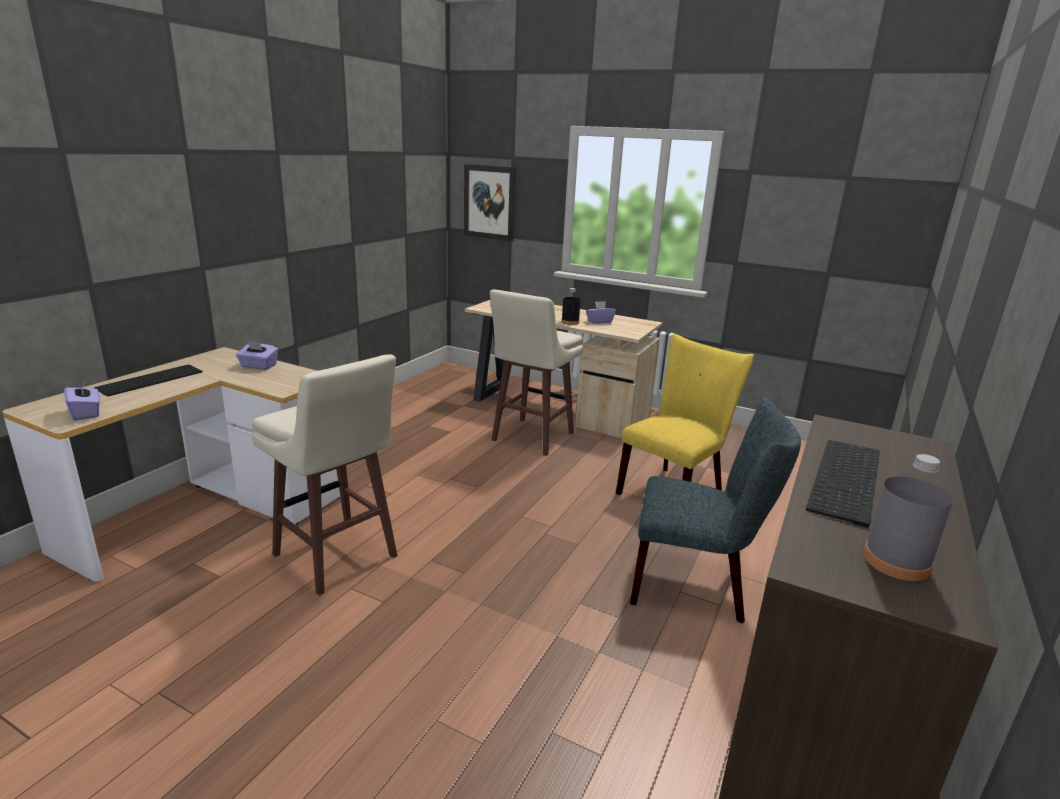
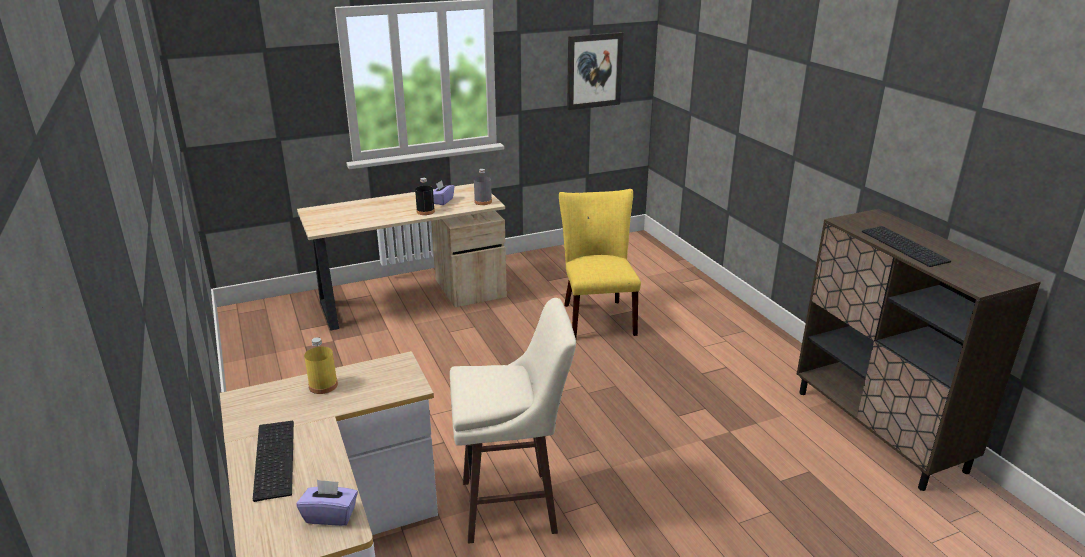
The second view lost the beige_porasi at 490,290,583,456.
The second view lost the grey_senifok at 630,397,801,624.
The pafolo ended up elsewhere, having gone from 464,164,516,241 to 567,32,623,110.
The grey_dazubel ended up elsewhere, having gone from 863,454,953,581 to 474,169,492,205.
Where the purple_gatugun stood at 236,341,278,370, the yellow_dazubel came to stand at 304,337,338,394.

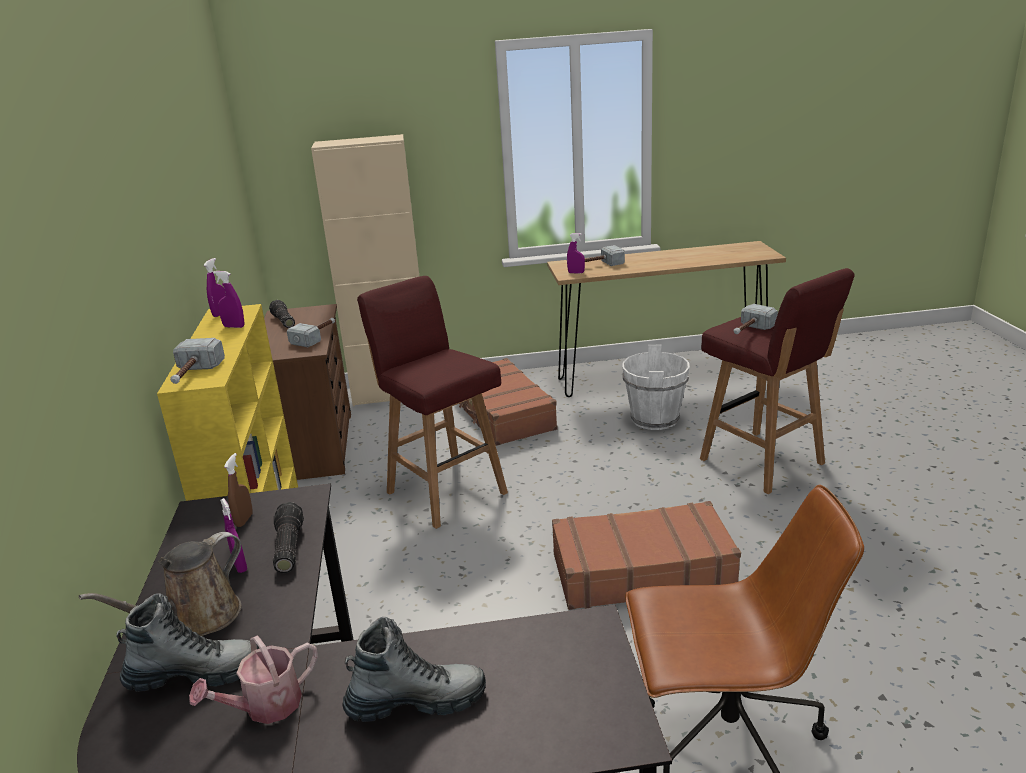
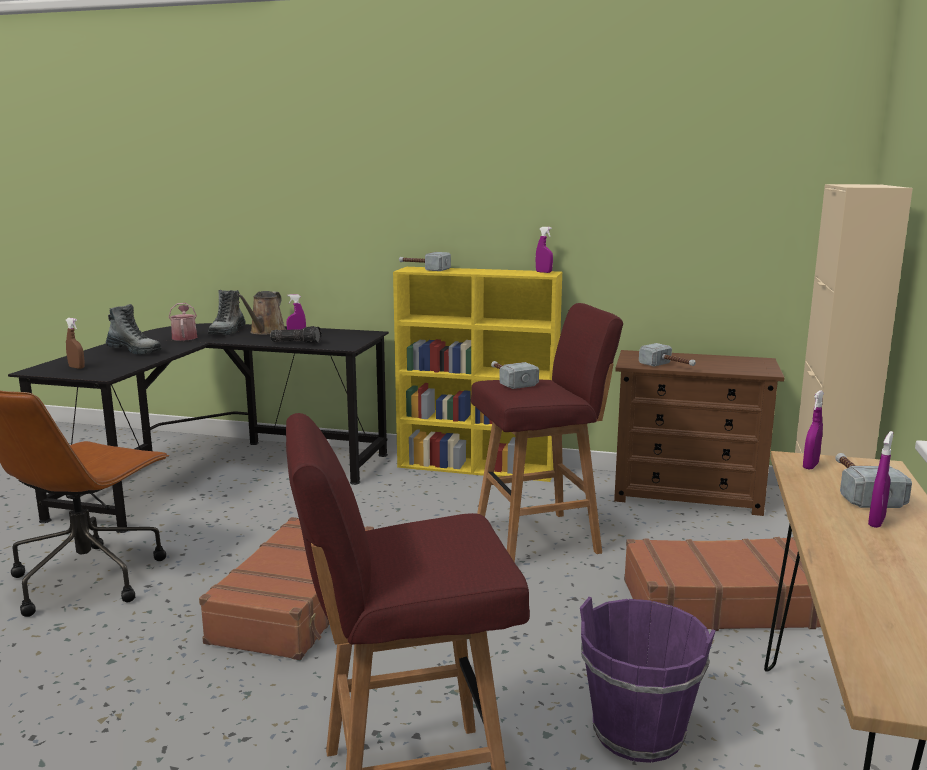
The second view lost the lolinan at 269,300,295,328.
The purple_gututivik ended up elsewhere, having gone from 213,271,245,328 to 868,431,893,528.
The brown_gututivik ended up elsewhere, having gone from 224,453,253,527 to 66,318,85,369.
The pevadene ended up elsewhere, having gone from 734,304,778,334 to 491,361,539,389.
What was the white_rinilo at 622,345,690,430 turned into the purple_rinilo at 580,597,716,763.
The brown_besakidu at 79,532,241,636 ended up facing another way, 135 degrees counterclockwise from before.
The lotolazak at 342,617,486,722 ended up facing another way, 75 degrees counterclockwise from before.

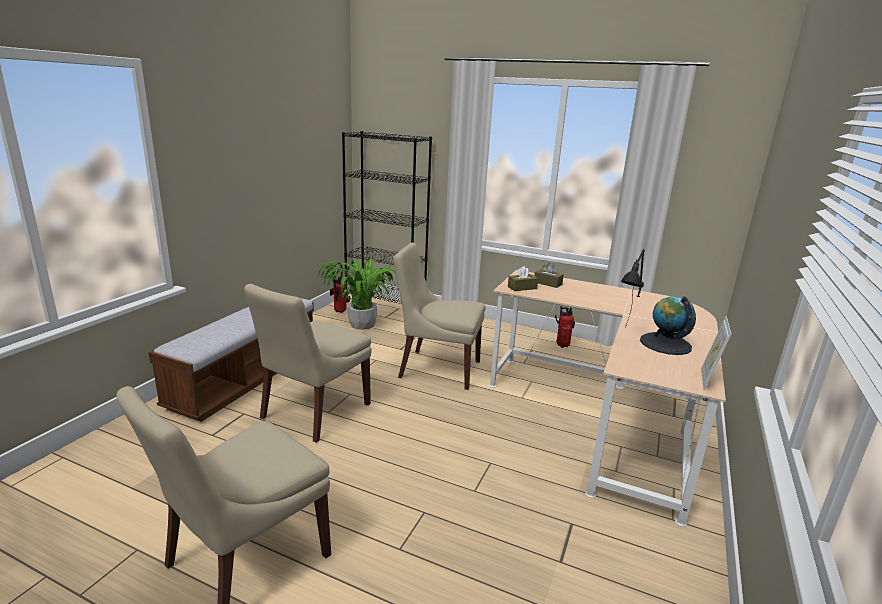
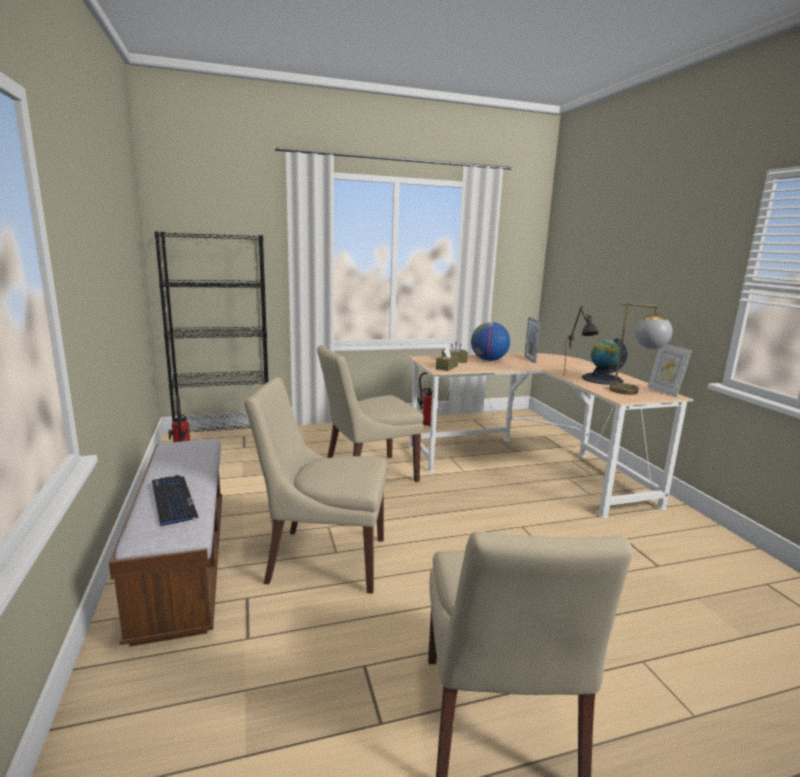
The second view lost the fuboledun at 318,259,396,330.
The second view gained the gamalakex at 152,475,199,527.
The second view gained the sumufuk at 471,322,510,361.
The second view gained the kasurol at 524,317,541,363.
The second view gained the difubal at 609,302,673,395.
The beige_senifok at 244,284,372,443 ended up facing another way, 105 degrees clockwise from before.

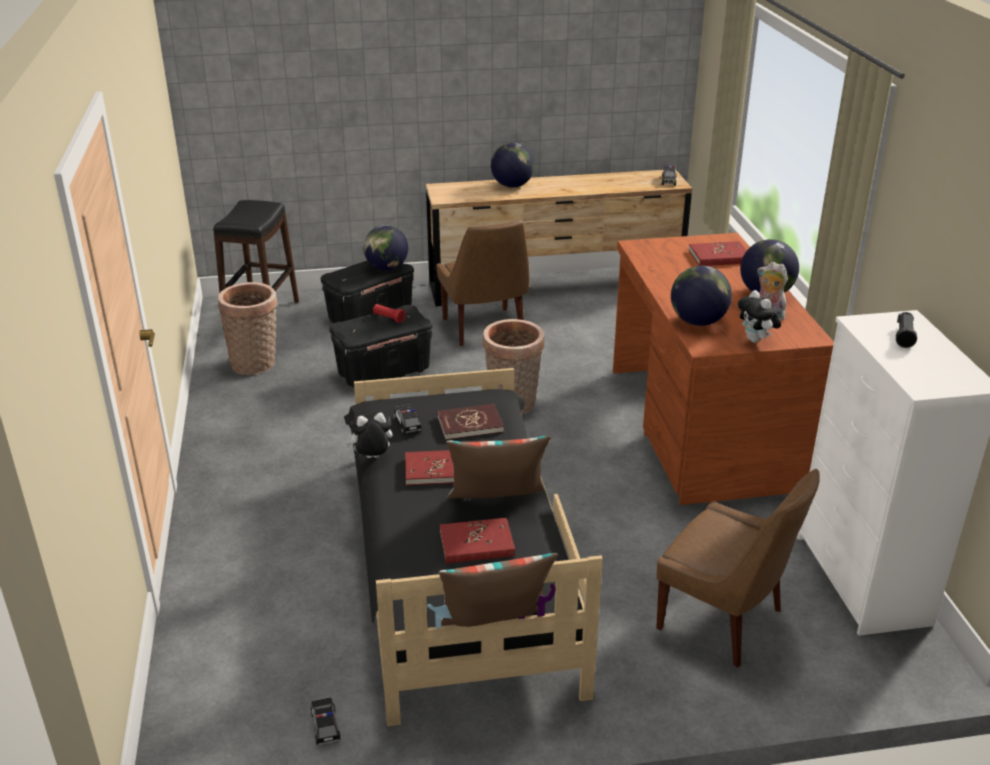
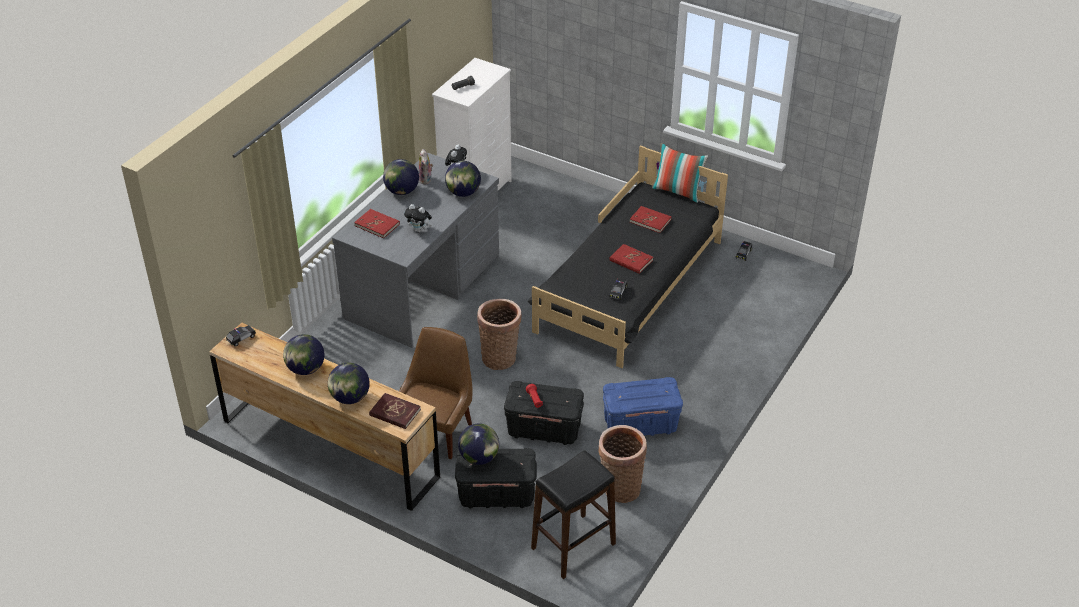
The second view lost the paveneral at 446,436,551,499.
The second view lost the brown_senifok at 656,469,820,668.
The second view gained the sumufuk at 283,334,324,375.
The second view gained the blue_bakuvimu at 603,377,683,436.
The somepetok ended up elsewhere, having gone from 346,413,393,458 to 404,204,432,233.
The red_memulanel ended up elsewhere, having gone from 437,403,504,440 to 369,393,421,429.
What was the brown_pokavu at 613,233,834,505 turned into the grey_pokavu at 332,153,499,348.

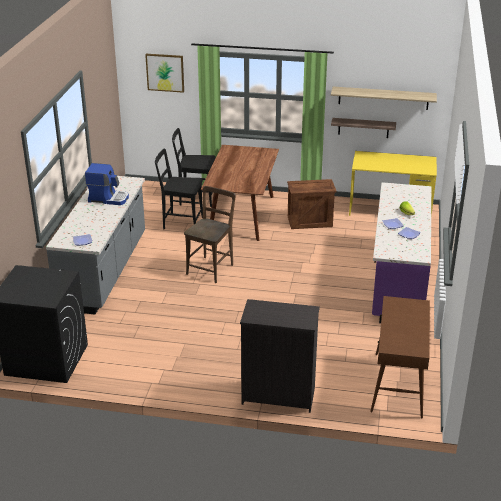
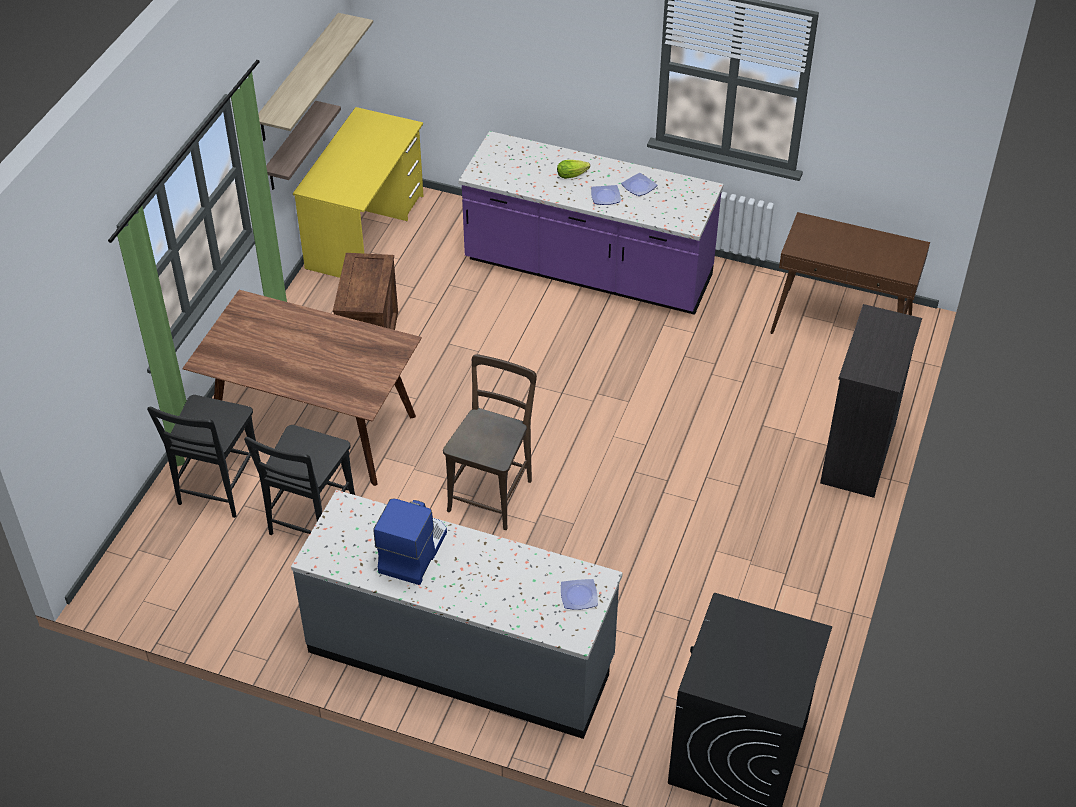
The second view lost the pafolo at 145,54,184,93.
The brown_senifok at 184,186,236,283 ended up facing another way, 75 degrees clockwise from before.

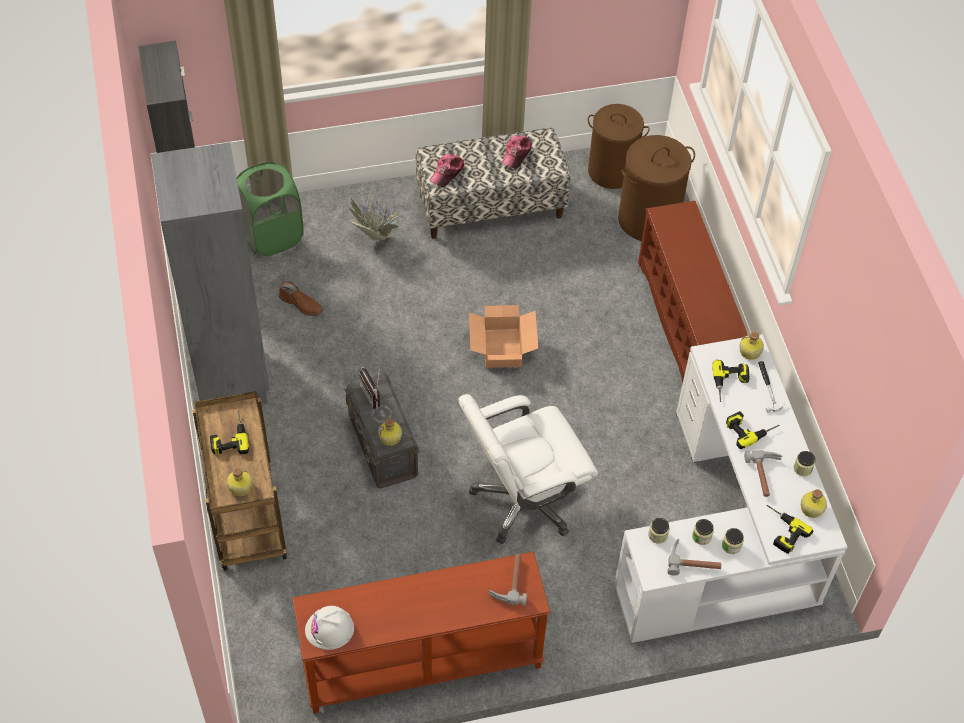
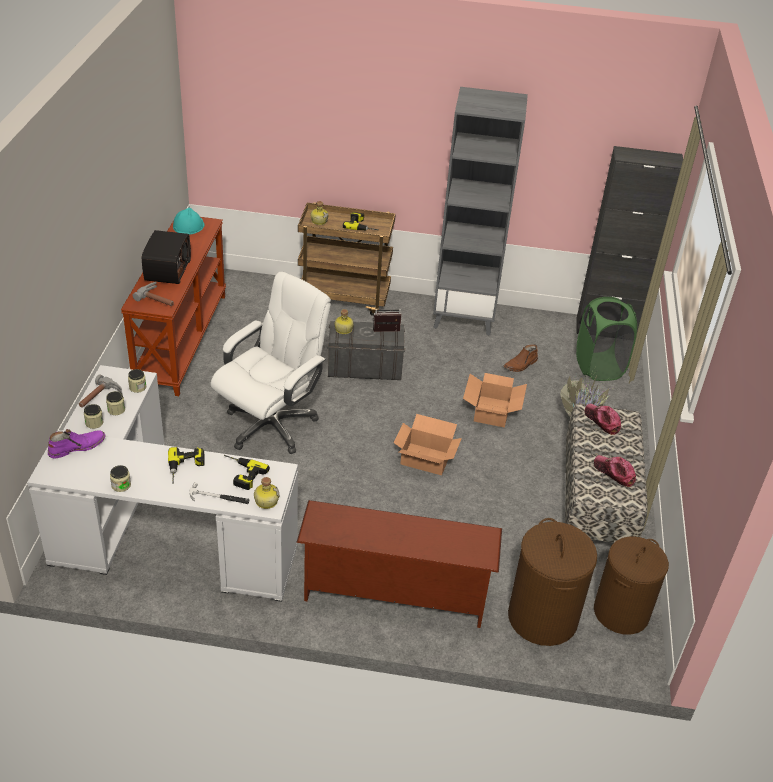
The second view lost the pevadene at 744,450,783,497.
The second view lost the dazubel at 801,489,827,518.
The second view gained the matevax at 141,230,191,284.
The second view gained the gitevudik at 463,373,527,428.
Where the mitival stood at 767,505,813,554, the purple_lotolazak came to stand at 48,429,106,458.
What was the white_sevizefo at 305,606,354,650 turned into the turquoise_sevizefo at 173,208,204,235.
The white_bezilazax at 458,394,598,544 ended up facing another way, 45 degrees clockwise from before.

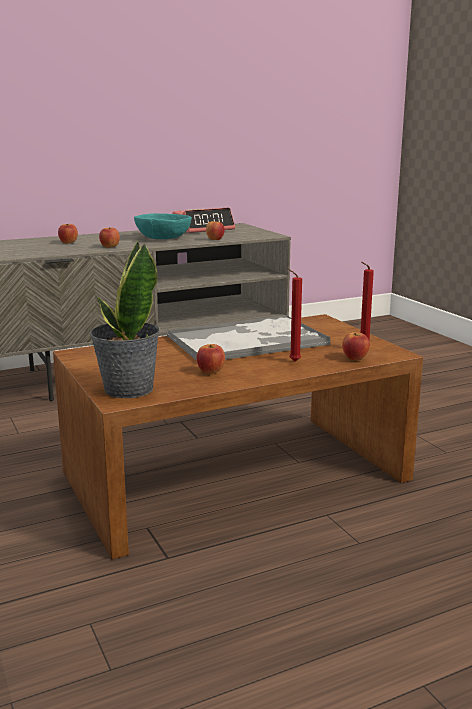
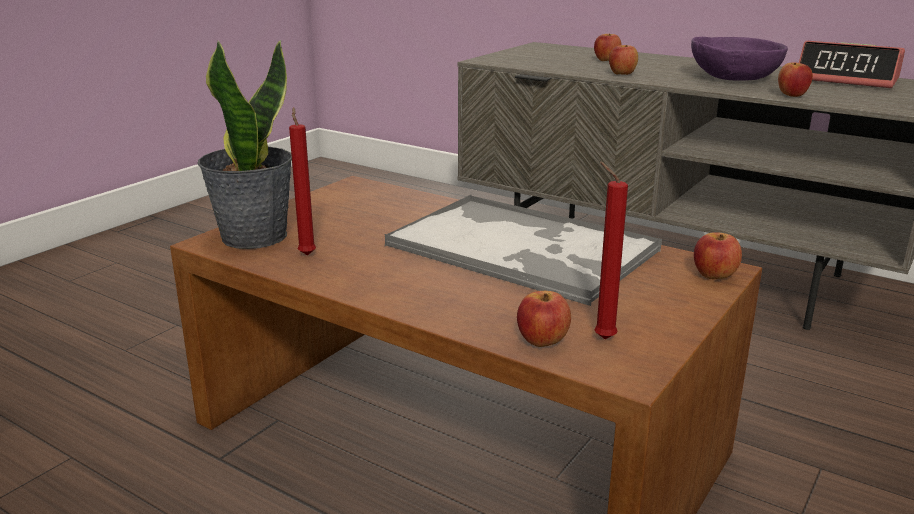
The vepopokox ended up elsewhere, having gone from 197,344,225,374 to 694,232,742,279.
The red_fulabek ended up elsewhere, having gone from 287,268,302,361 to 289,107,316,255.
What was the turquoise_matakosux at 134,213,192,239 turned into the purple_matakosux at 691,37,788,81.

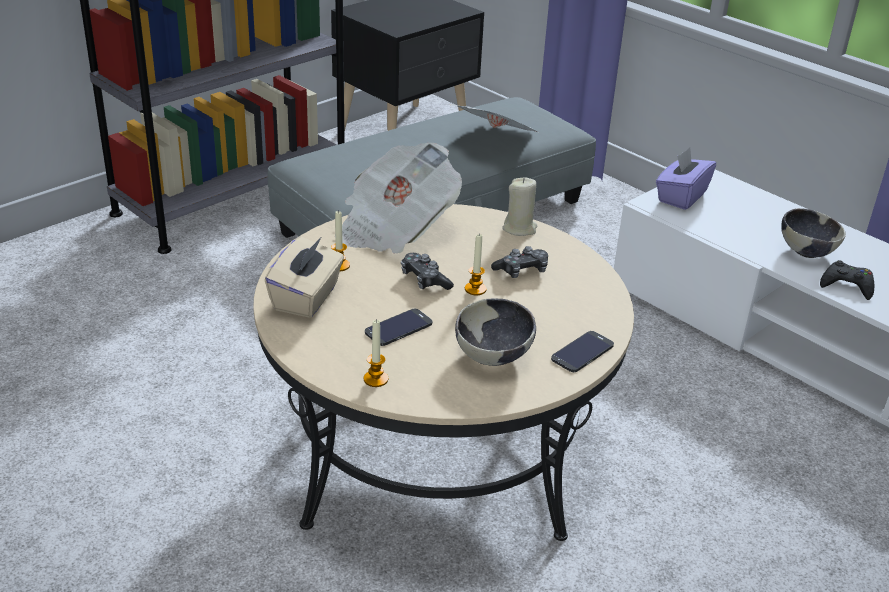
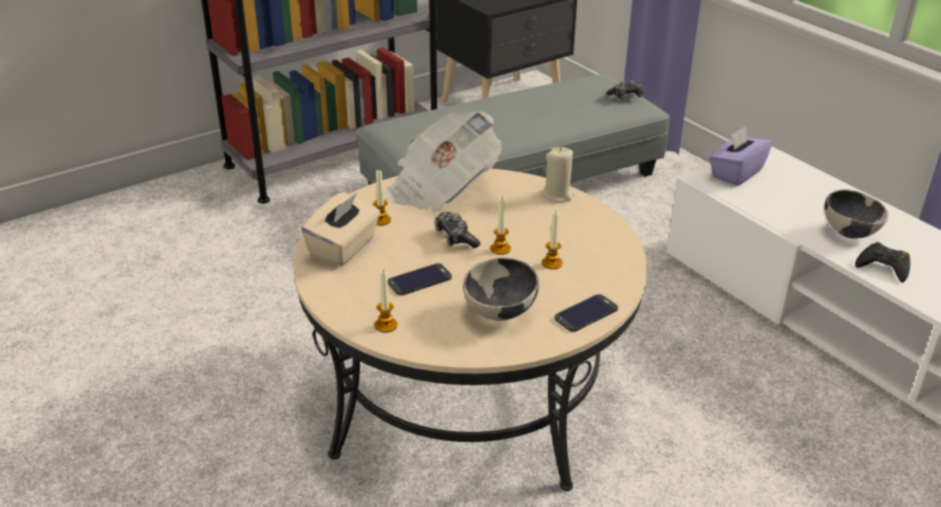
The second view lost the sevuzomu at 449,104,537,132.
The second view gained the fulabek at 542,211,563,269.
The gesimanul ended up elsewhere, having gone from 491,246,548,278 to 607,80,644,99.

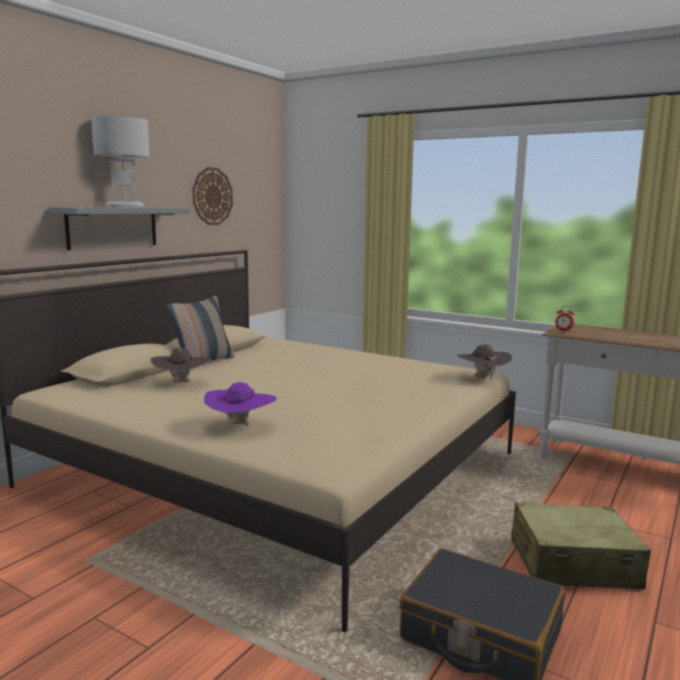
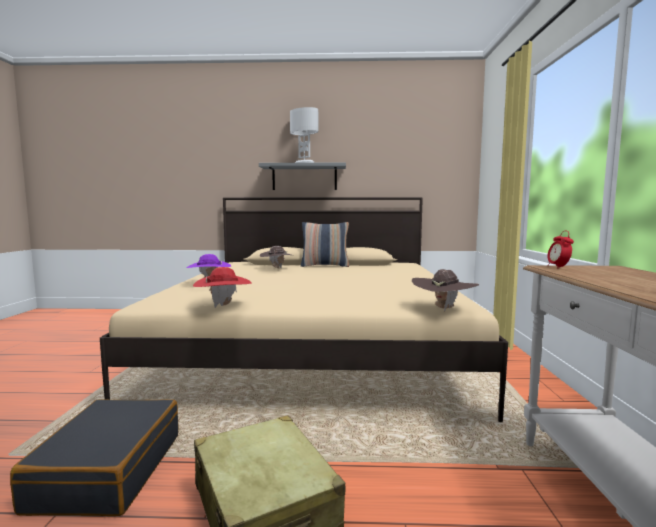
The second view lost the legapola at 192,167,233,225.
The second view gained the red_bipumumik at 193,267,252,308.

